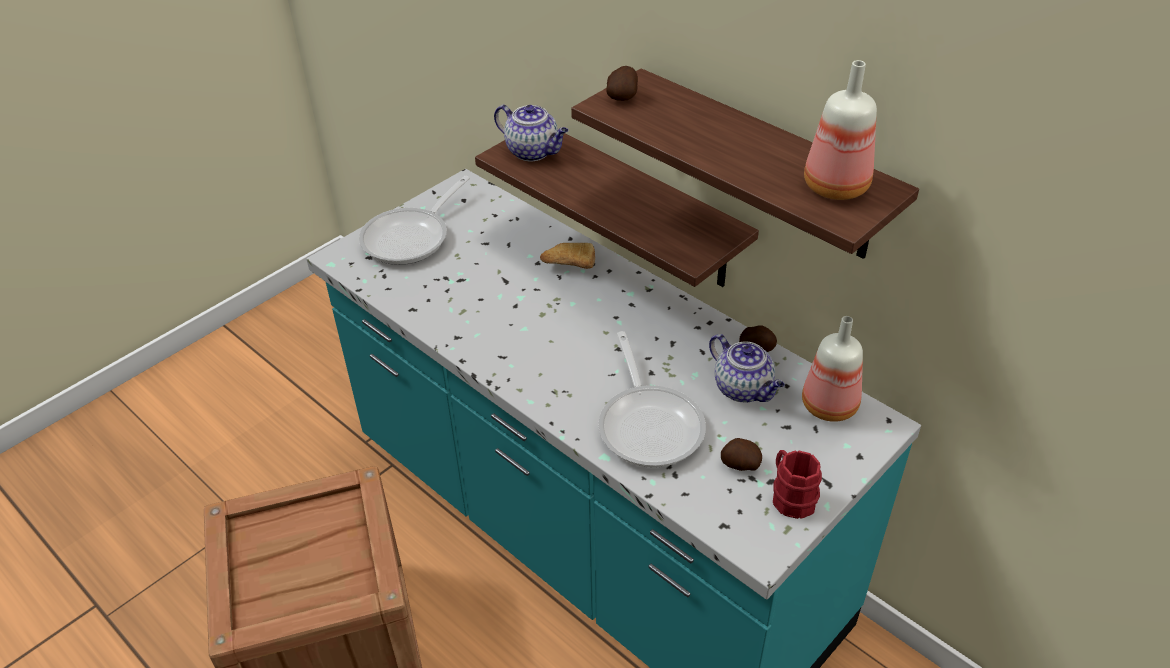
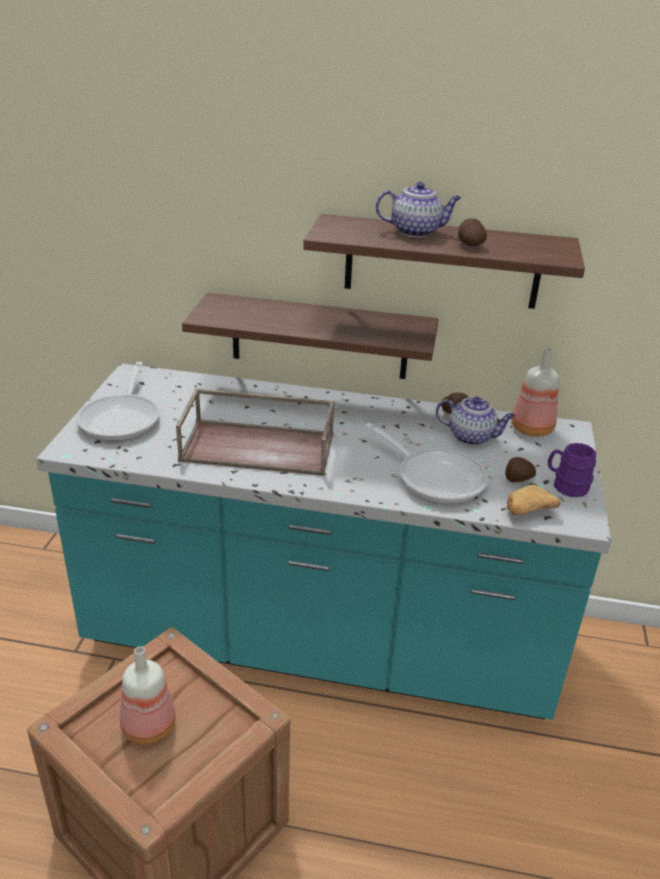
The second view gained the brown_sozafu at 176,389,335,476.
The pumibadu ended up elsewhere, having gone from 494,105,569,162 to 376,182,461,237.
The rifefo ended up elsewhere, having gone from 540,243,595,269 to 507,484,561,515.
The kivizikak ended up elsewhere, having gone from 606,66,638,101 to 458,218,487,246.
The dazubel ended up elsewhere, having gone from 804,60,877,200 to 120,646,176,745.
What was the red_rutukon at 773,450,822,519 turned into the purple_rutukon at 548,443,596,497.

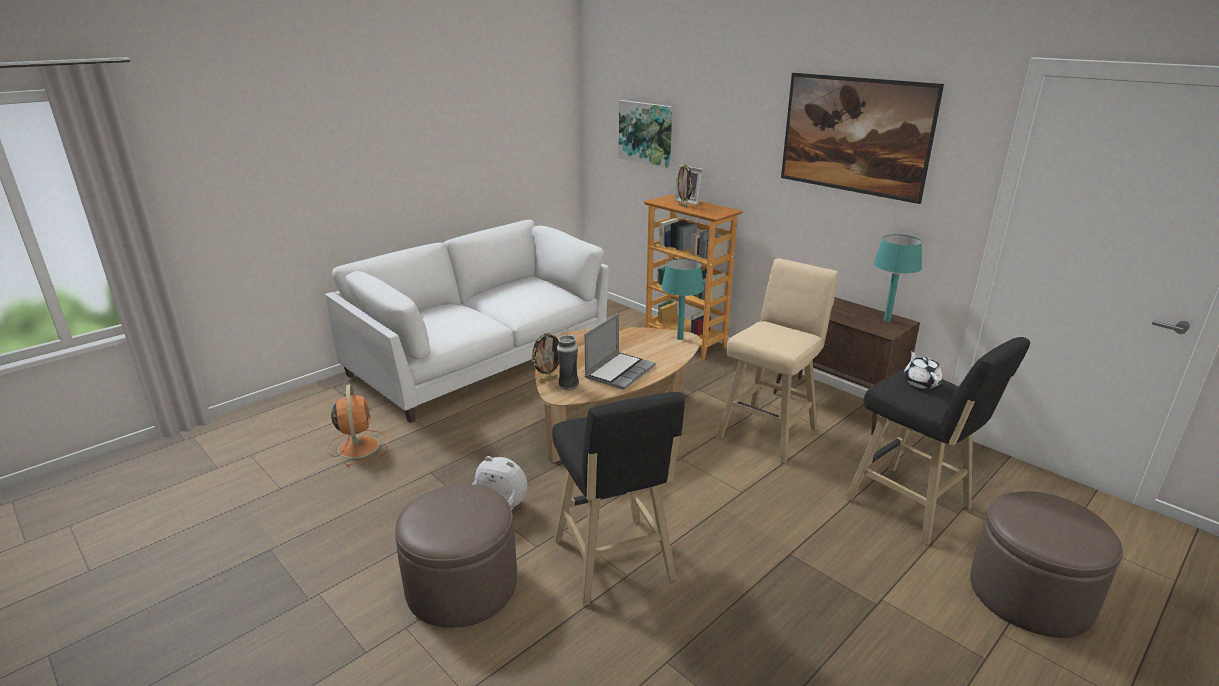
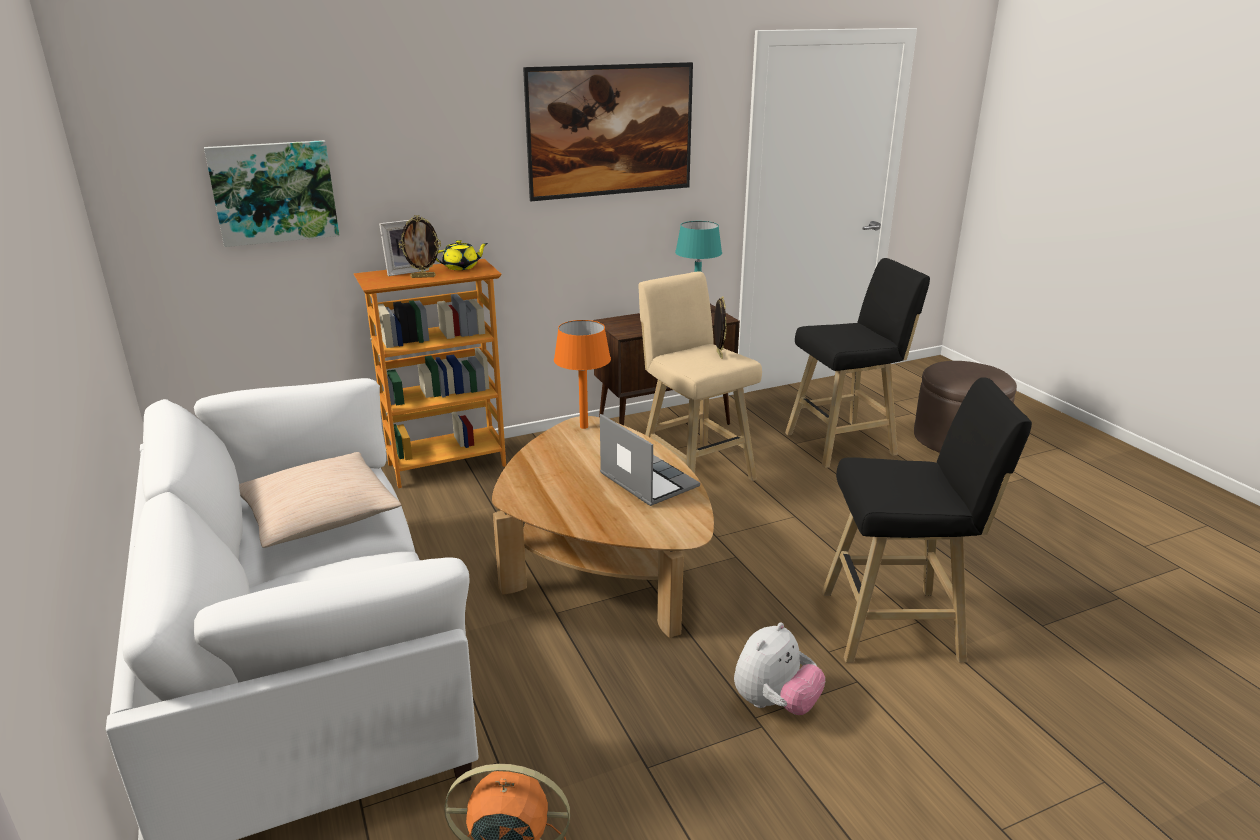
The second view lost the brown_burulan at 395,484,517,628.
The second view lost the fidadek at 557,334,579,390.
The second view lost the white_pumibadu at 904,350,942,389.
The second view gained the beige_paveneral at 239,452,401,548.
The second view gained the yellow_pumibadu at 436,240,488,270.
The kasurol ended up elsewhere, having gone from 531,332,559,382 to 714,296,727,359.
What was the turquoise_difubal at 661,258,704,340 turned into the orange_difubal at 554,320,611,429.

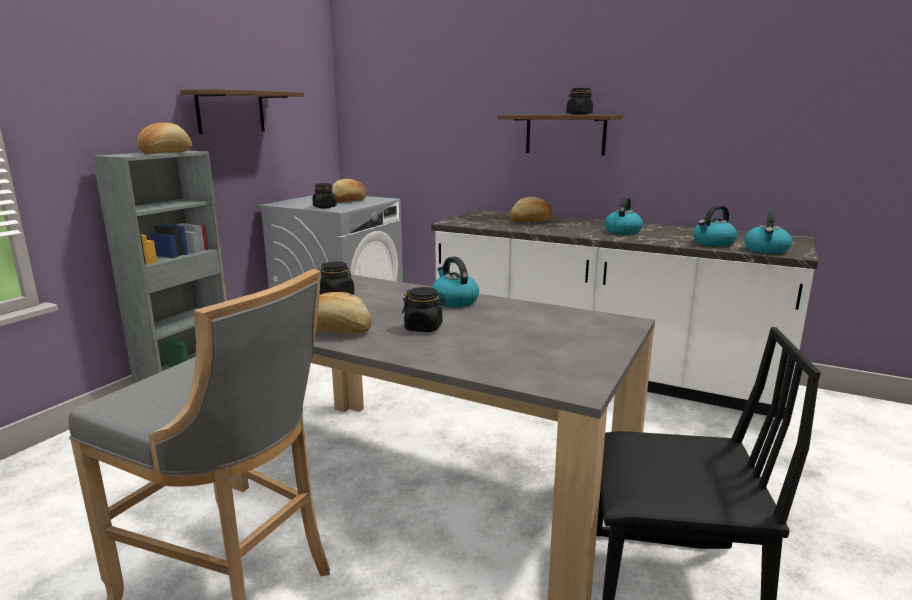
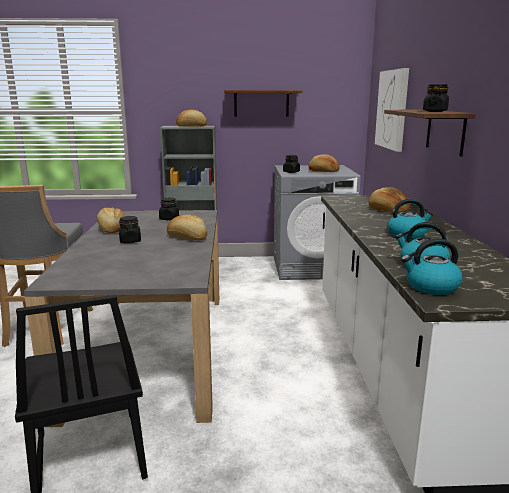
The second view gained the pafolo at 375,68,409,152.
Where the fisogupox stood at 431,256,479,308, the rifefo came to stand at 167,215,207,240.

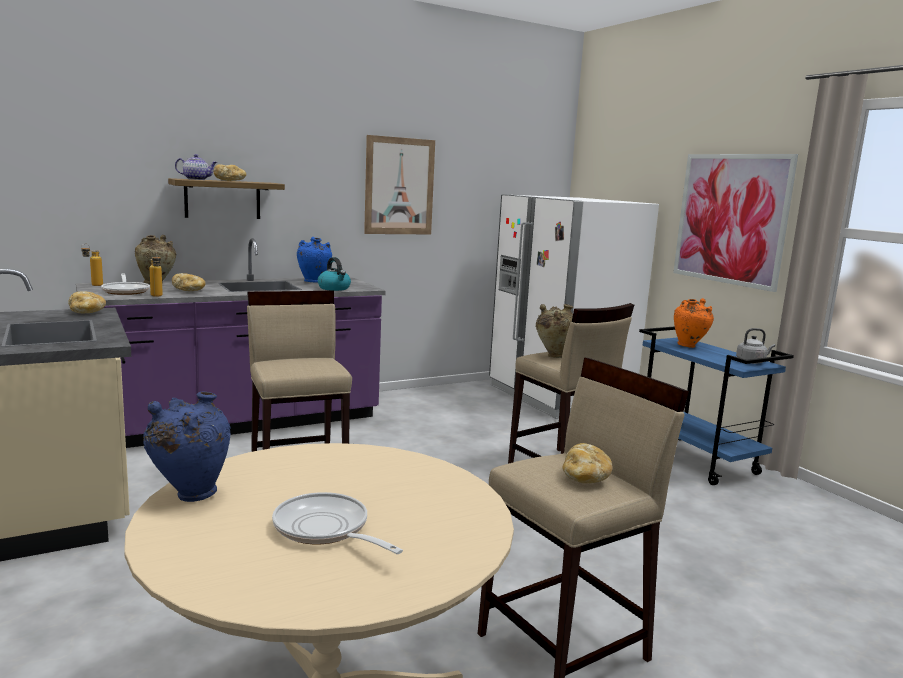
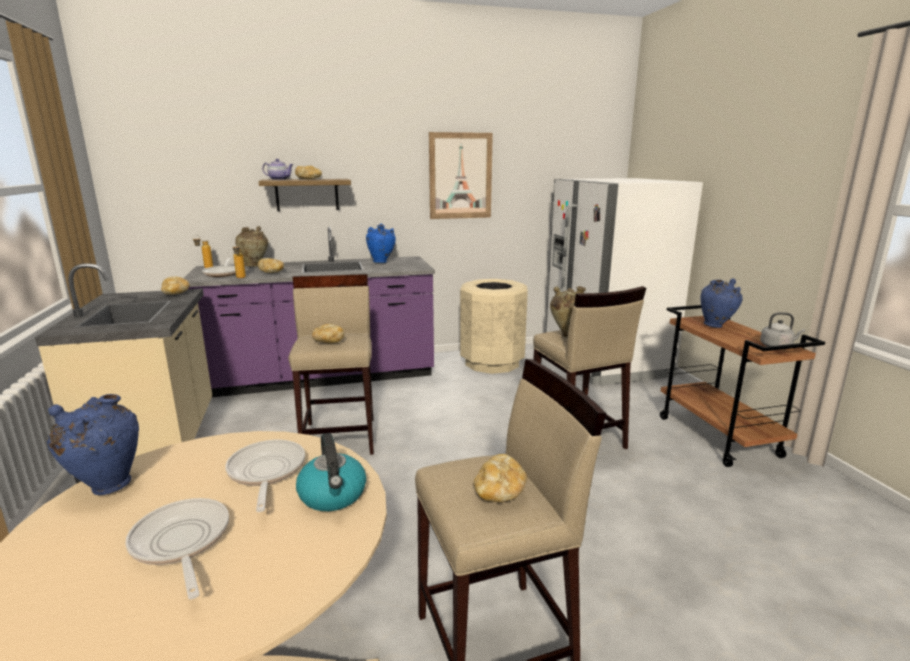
The second view lost the pafolo at 673,154,798,292.
The second view gained the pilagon at 225,440,305,512.
The second view gained the rifefo at 312,324,344,343.
The second view gained the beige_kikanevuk at 460,279,528,374.
The fisogupox ended up elsewhere, having gone from 318,257,351,291 to 296,433,366,511.
What was the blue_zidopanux at 639,326,794,485 turned into the brown_zidopanux at 660,305,825,467.
What was the orange_fidadek at 674,298,714,348 turned into the blue_fidadek at 700,279,743,328.

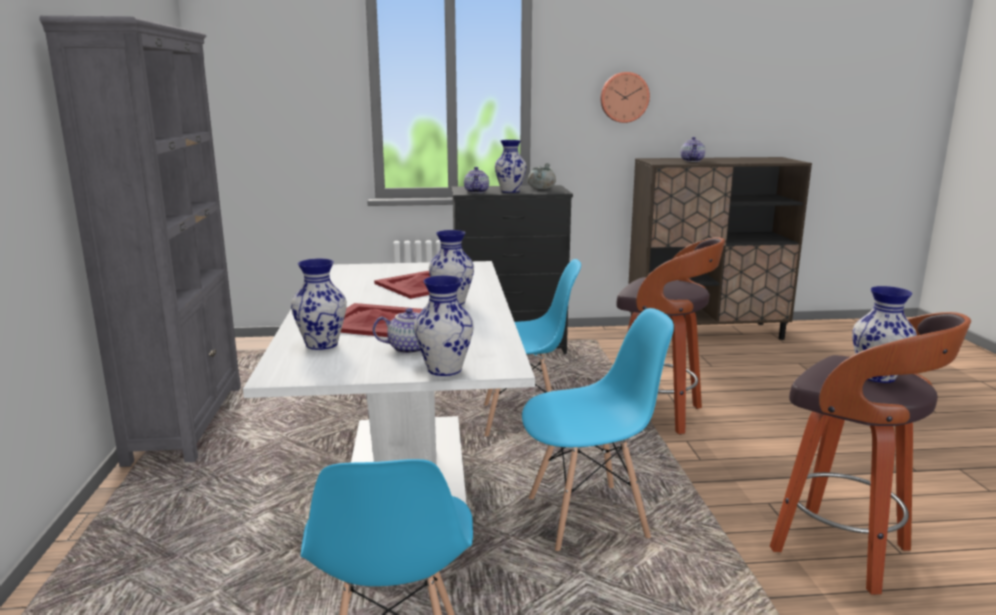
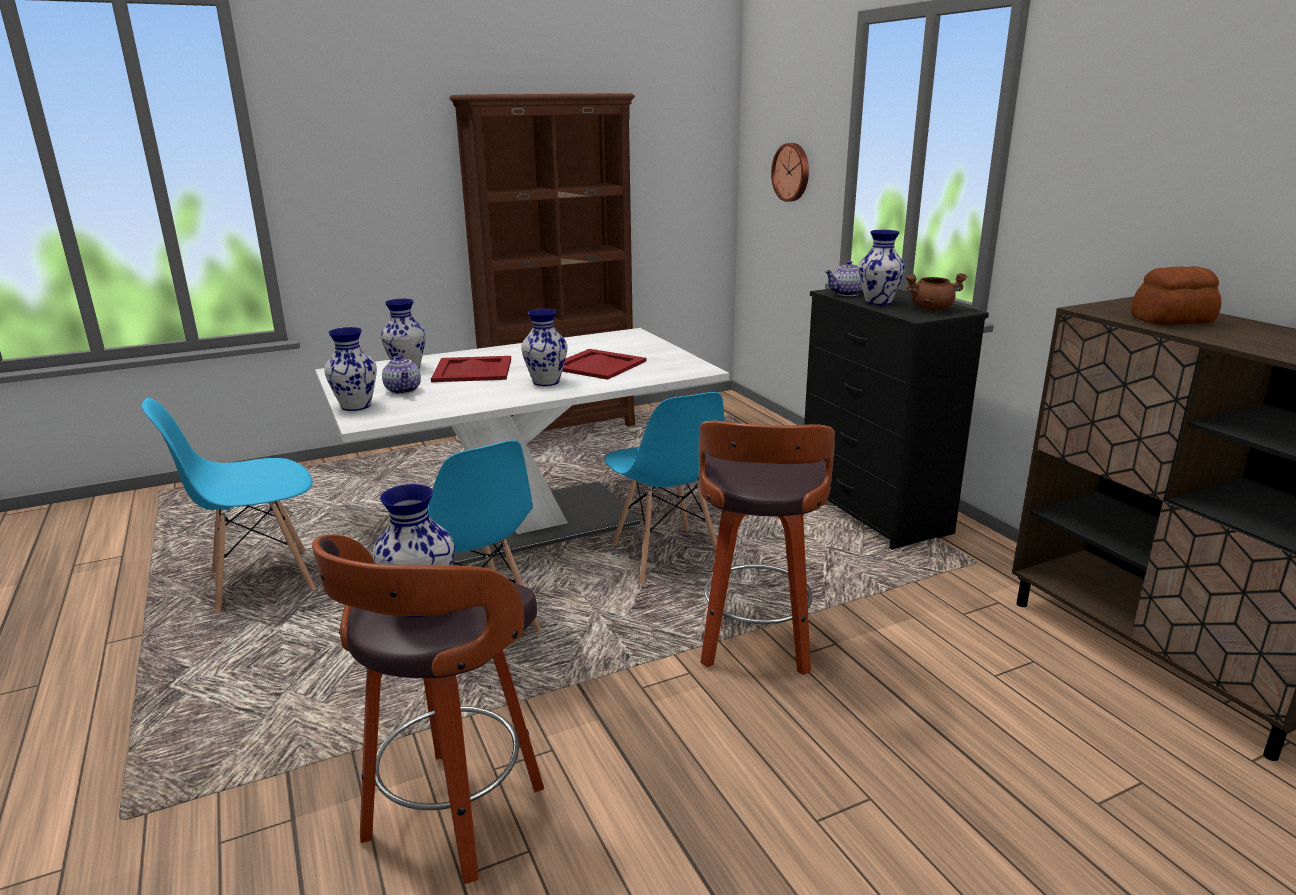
The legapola ended up elsewhere, having gone from 600,72,650,123 to 771,143,809,202.
Where the pumibadu stood at 680,137,705,162, the rifefo came to stand at 1131,266,1221,325.
What was the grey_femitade at 39,16,241,467 turned into the brown_femitade at 449,93,635,431.
What was the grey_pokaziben at 528,163,556,189 turned into the brown_pokaziben at 905,273,968,311.

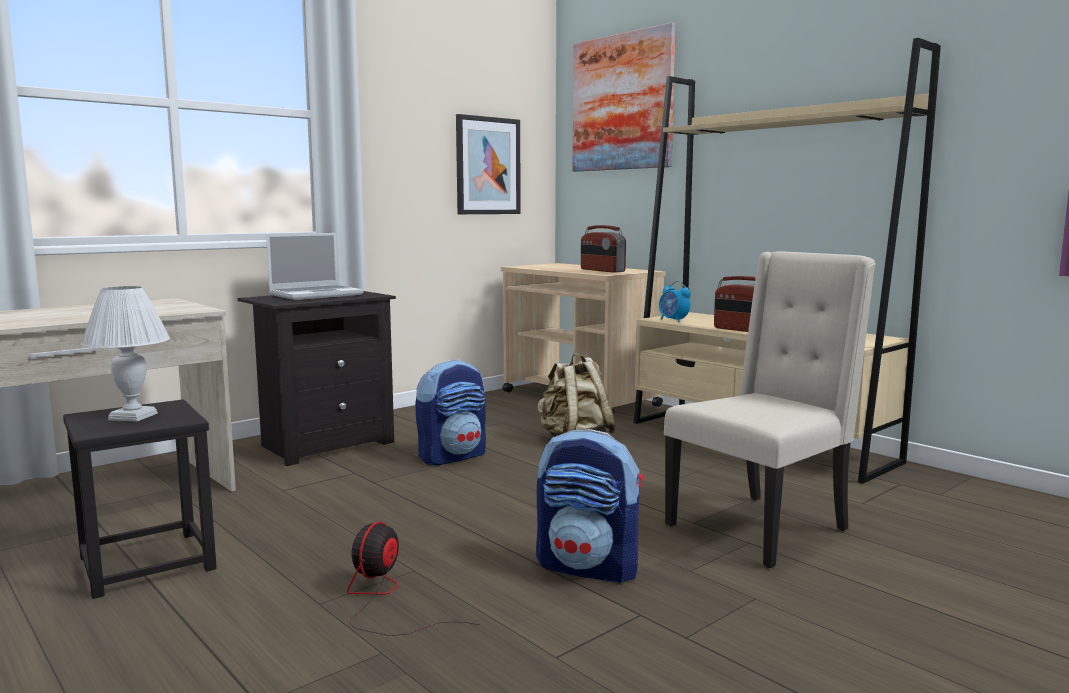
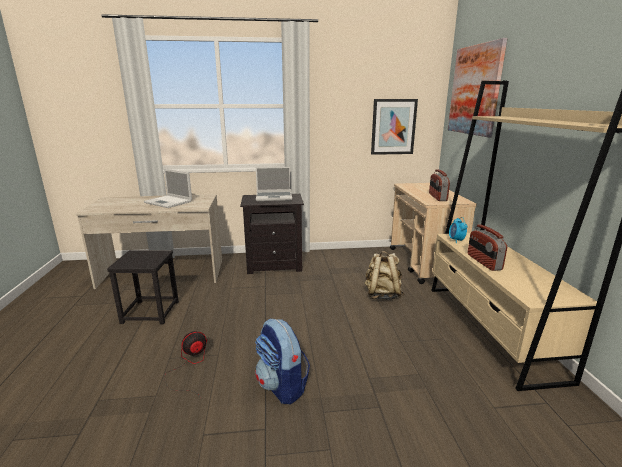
The second view lost the white_difubal at 81,286,170,422.
The second view lost the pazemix at 415,360,486,465.
The second view lost the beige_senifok at 664,251,875,568.
The second view gained the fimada at 144,169,192,208.

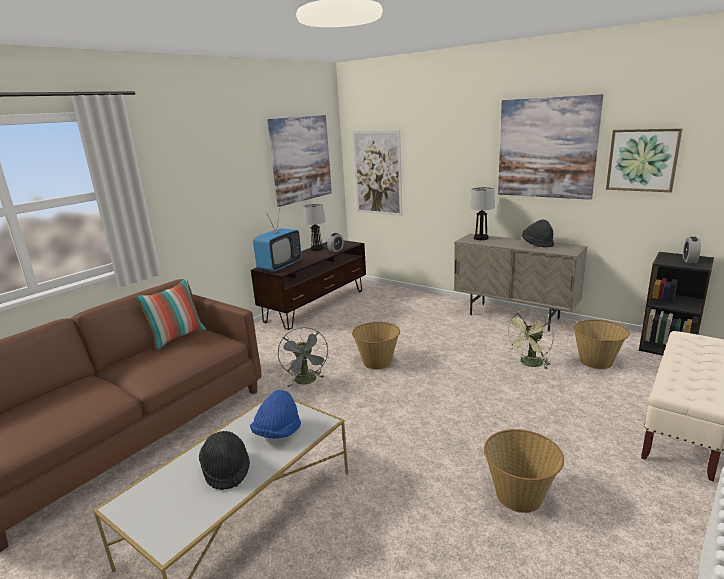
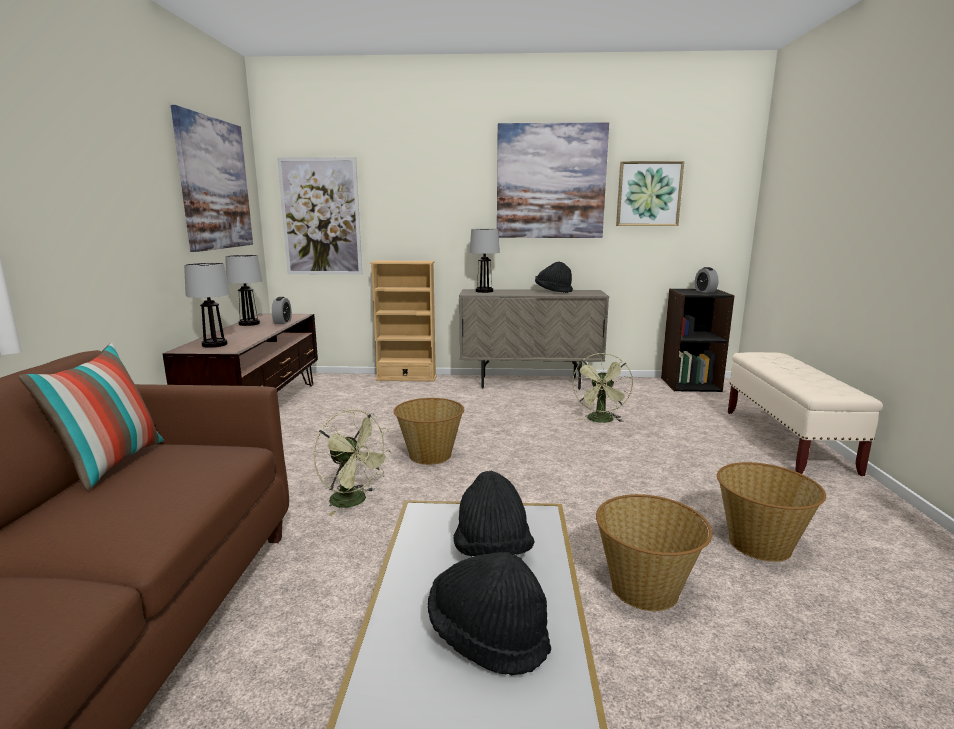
The second view gained the beige_femitade at 370,261,437,382.
The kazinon ended up elsewhere, having gone from 573,319,629,369 to 596,494,713,611.
Where the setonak stood at 253,209,302,271, the difubal came to stand at 184,263,230,348.
What was the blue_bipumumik at 250,390,301,438 turned into the black_bipumumik at 453,471,535,556.
What was the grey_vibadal at 278,327,329,387 turned into the green_vibadal at 313,410,392,516.

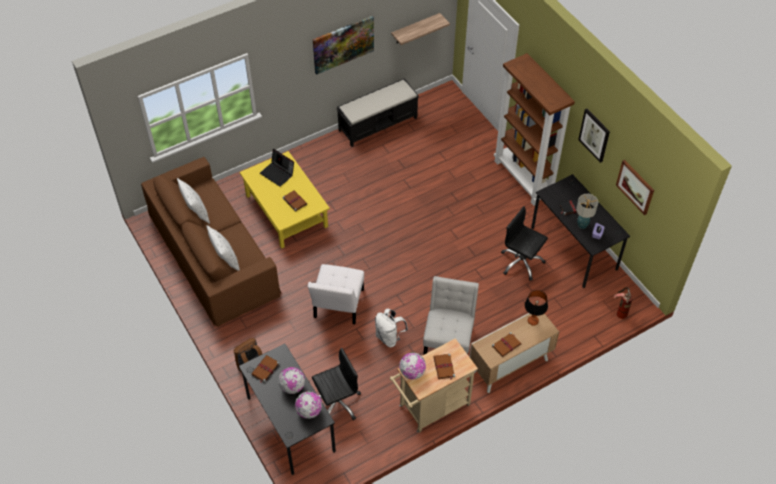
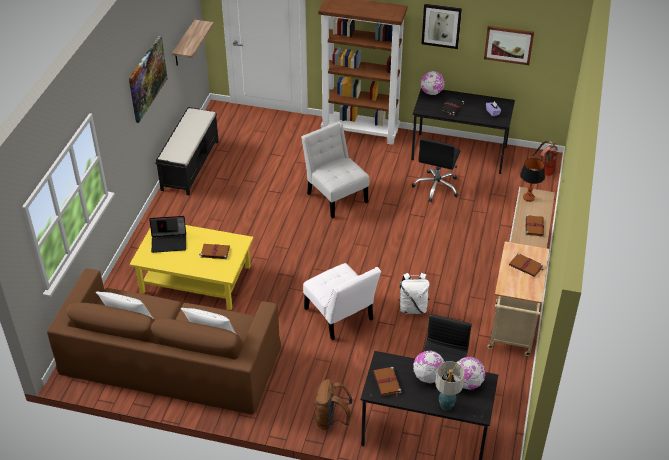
The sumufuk ended up elsewhere, having gone from 399,352,426,380 to 421,71,444,95.
The white_senifok ended up elsewhere, having gone from 423,276,479,355 to 301,121,369,218.
The difubal ended up elsewhere, having gone from 576,194,598,229 to 435,361,465,410.
The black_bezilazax at 501,206,548,281 ended up facing another way, 60 degrees counterclockwise from before.

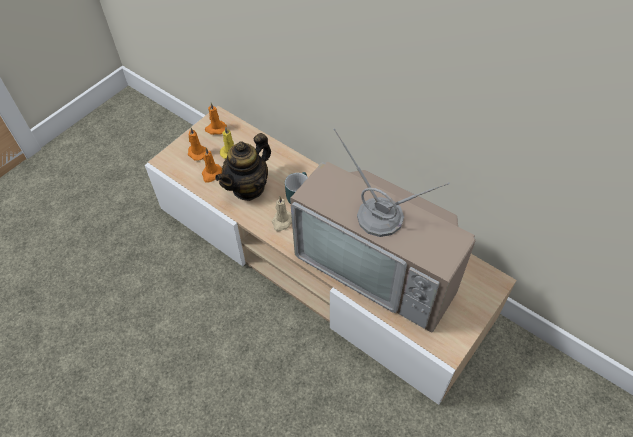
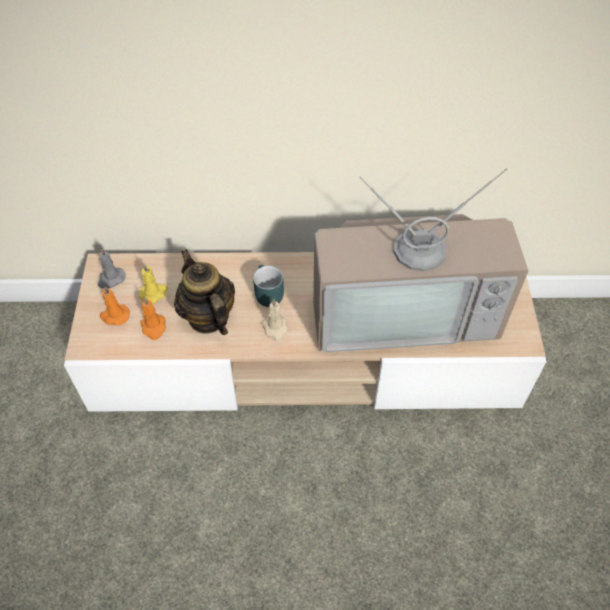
What was the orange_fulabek at 205,103,227,135 turned into the grey_fulabek at 98,248,126,288.
The pumibadu at 215,133,271,201 ended up facing another way, 150 degrees clockwise from before.

